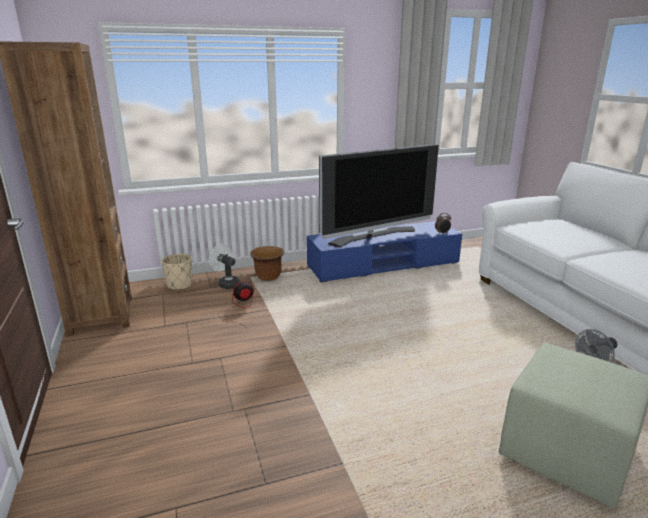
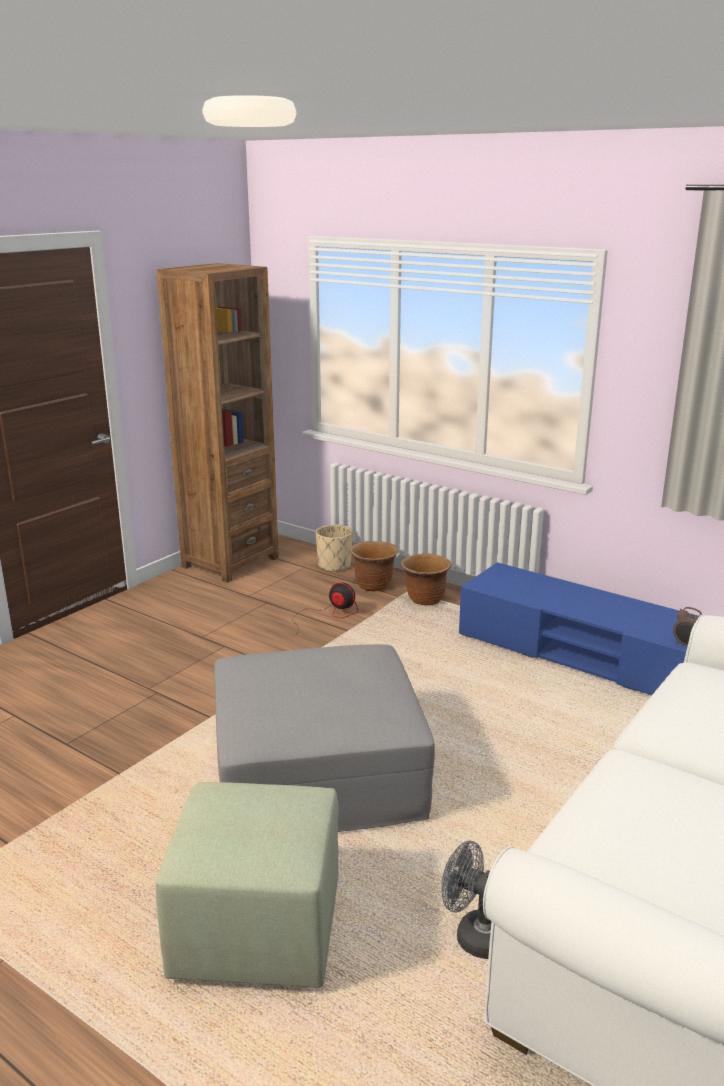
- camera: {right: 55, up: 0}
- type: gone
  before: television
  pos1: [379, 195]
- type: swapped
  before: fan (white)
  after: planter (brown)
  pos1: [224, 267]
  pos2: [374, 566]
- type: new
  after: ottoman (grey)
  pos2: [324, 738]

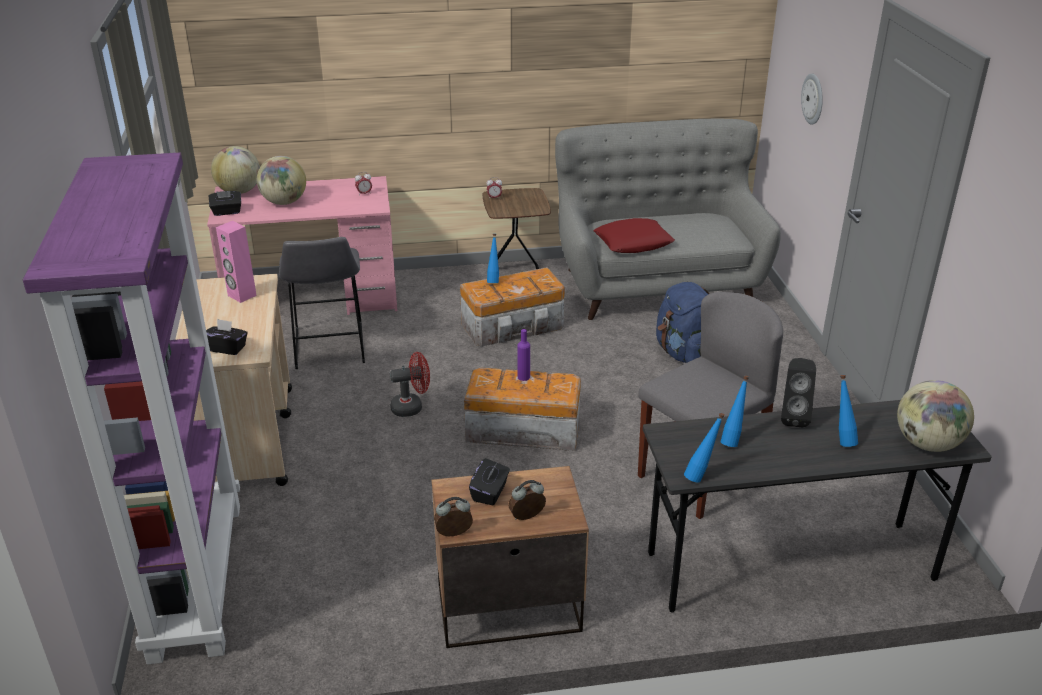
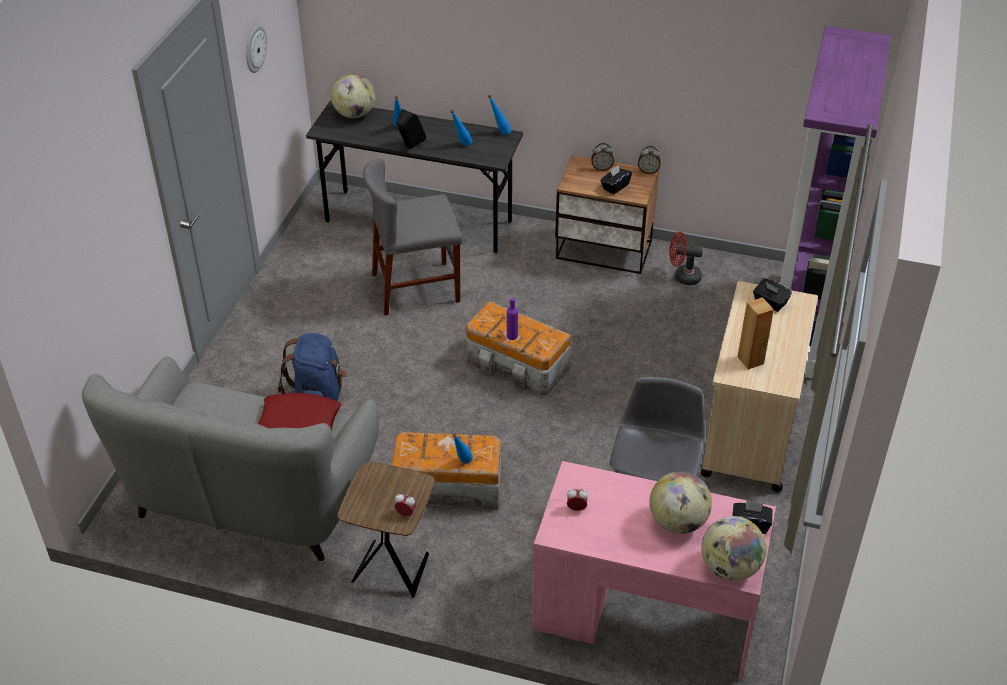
- camera: {right: -155, up: 10}
- type: shifted
  before: wall clock
  pos1: [812, 99]
  pos2: [256, 49]
- type: repainted
  before: speaker (pink)
  after: speaker (brown)
  pos1: [236, 262]
  pos2: [755, 333]
- type: shifted
  before: fan (red)
  pos1: [410, 384]
  pos2: [686, 258]

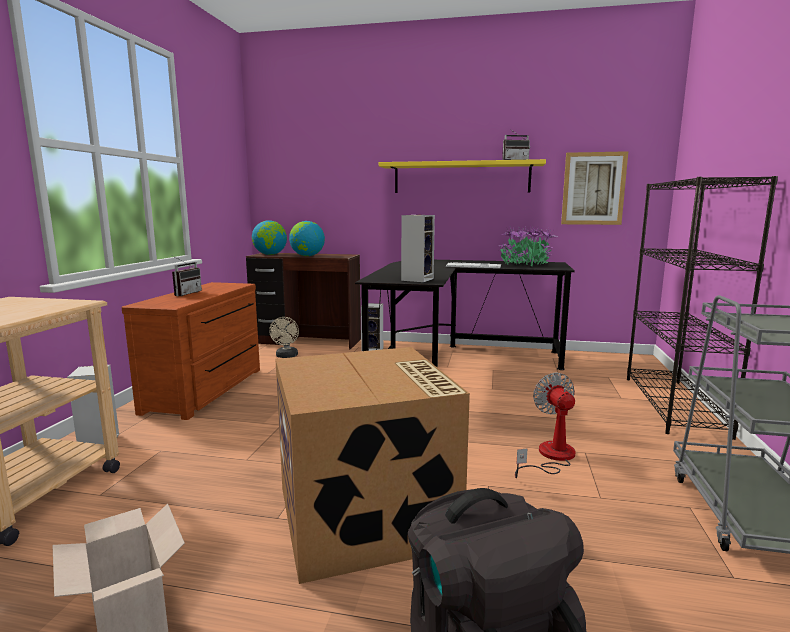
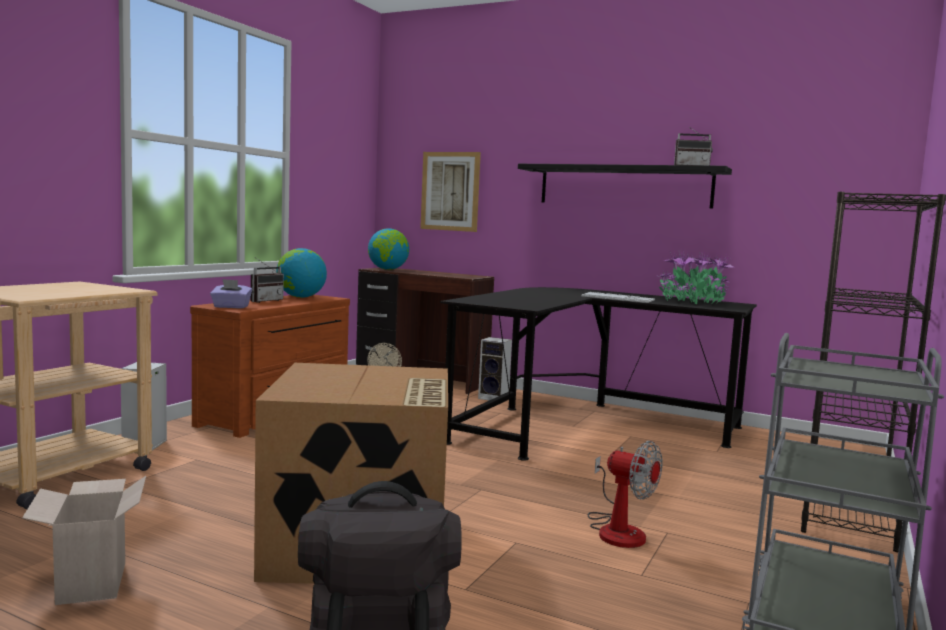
- camera: {right: 15, up: -5}
- type: shifted
  before: picture
  pos1: [594, 188]
  pos2: [450, 192]
- type: repainted
  before: shelf (yellow)
  after: shelf (black)
  pos1: [462, 176]
  pos2: [625, 186]
- type: gone
  before: speaker
  pos1: [418, 248]
- type: shifted
  before: globe
  pos1: [307, 238]
  pos2: [301, 273]
- type: rotated
  before: fan
  pos1: [545, 425]
  pos2: [625, 494]
  turn: 120
- type: new
  after: tissue box (purple)
  pos2: [231, 294]

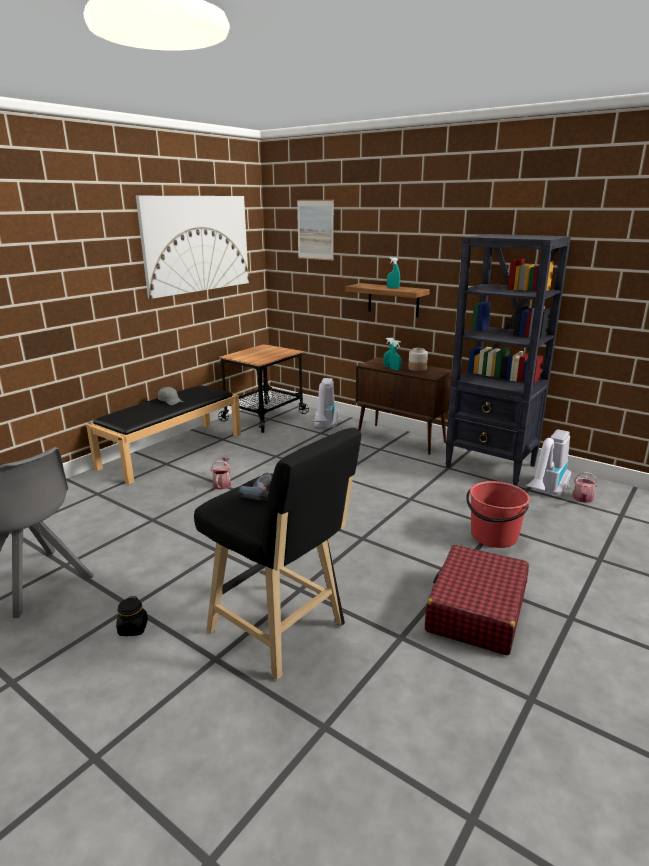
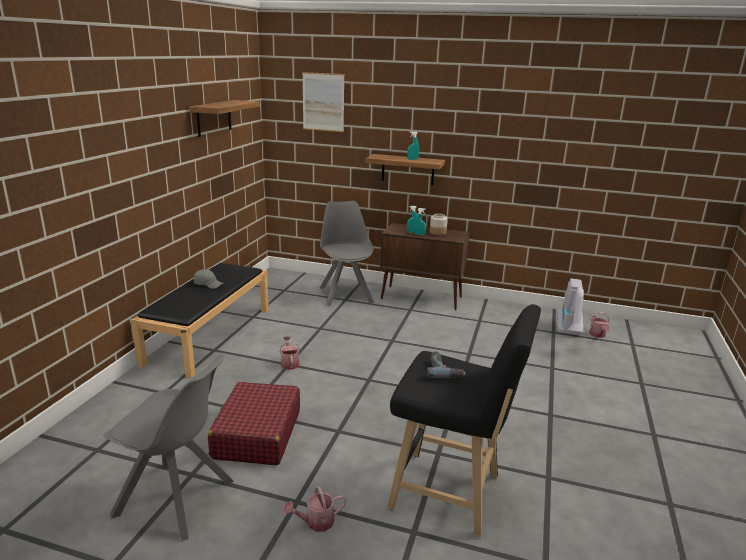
- camera: {right: -20, up: 0}
- type: swapped
  before: picture
  after: shelf
  pos1: [192, 247]
  pos2: [224, 118]
- type: gone
  before: bookcase (black)
  pos1: [508, 360]
- type: gone
  before: cart
  pos1: [263, 388]
- type: swapped
  before: vacuum cleaner
  after: chair (grey)
  pos1: [326, 403]
  pos2: [347, 253]
- type: gone
  before: bucket (red)
  pos1: [498, 514]
- type: shifted
  before: suitcase (red)
  pos1: [477, 600]
  pos2: [254, 423]
- type: swapped
  before: jar (black)
  after: watering can
  pos1: [132, 616]
  pos2: [314, 509]

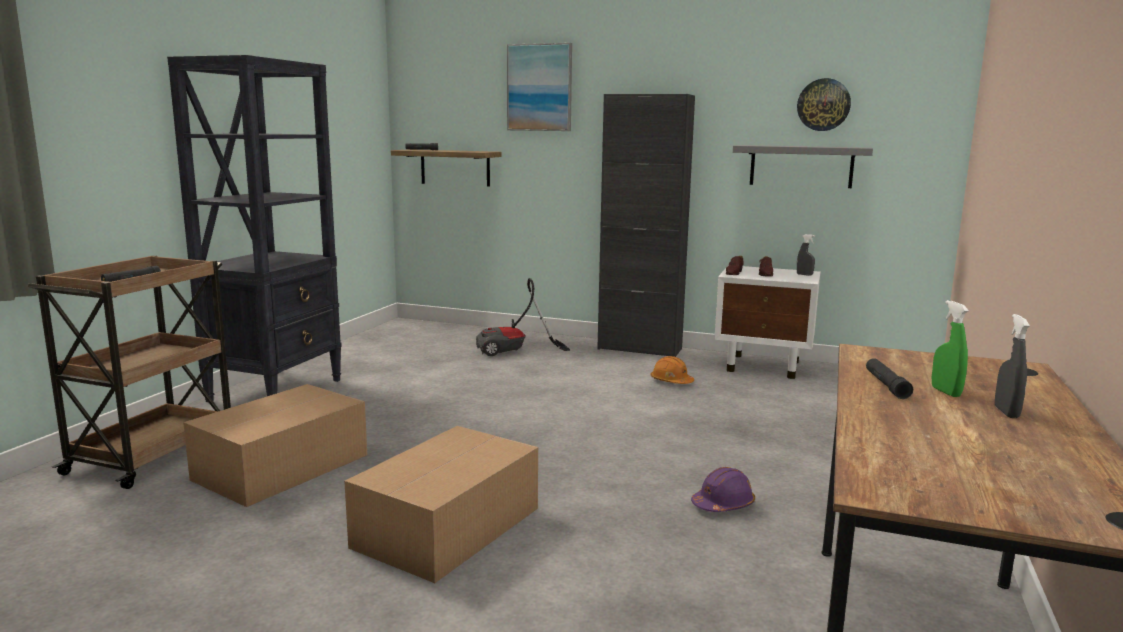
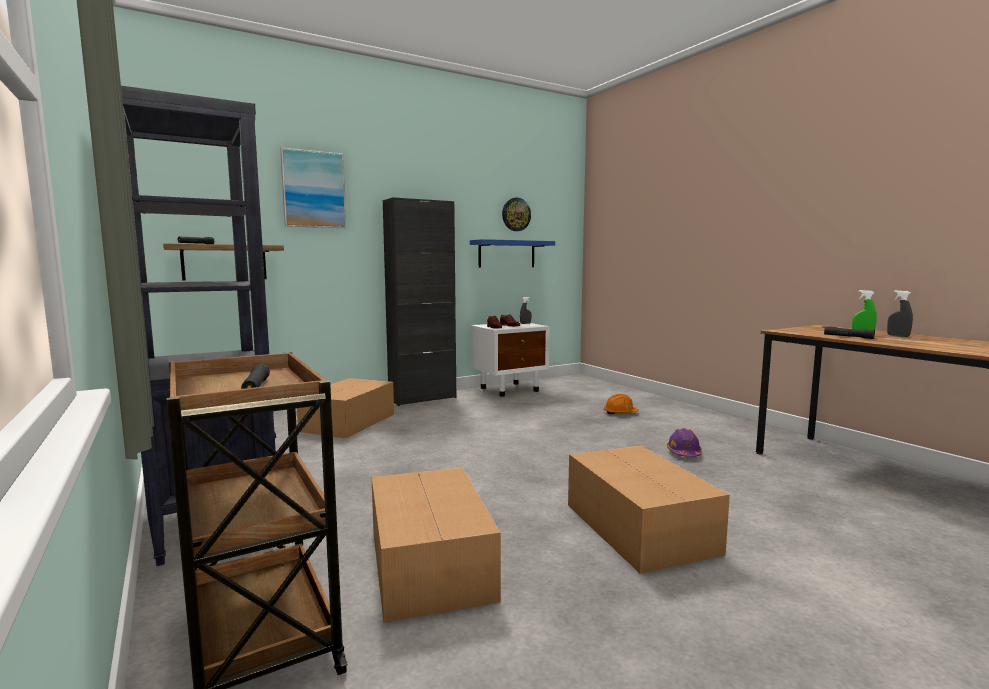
- camera: {right: -50, up: -5}
- type: repainted
  before: shelf (grey)
  after: shelf (blue)
  pos1: [803, 166]
  pos2: [512, 253]
- type: swapped
  before: vacuum cleaner
  after: cardboard box
  pos1: [523, 317]
  pos2: [345, 408]
- type: shifted
  before: hard hat (orange)
  pos1: [672, 370]
  pos2: [621, 404]

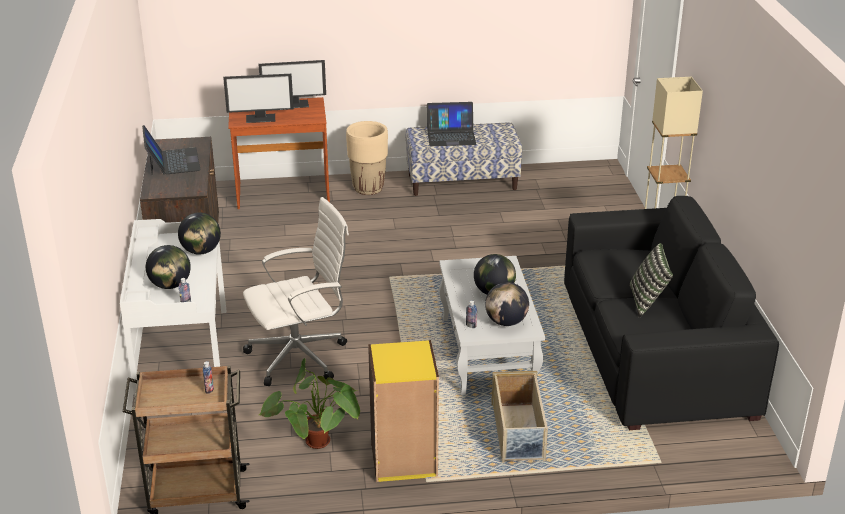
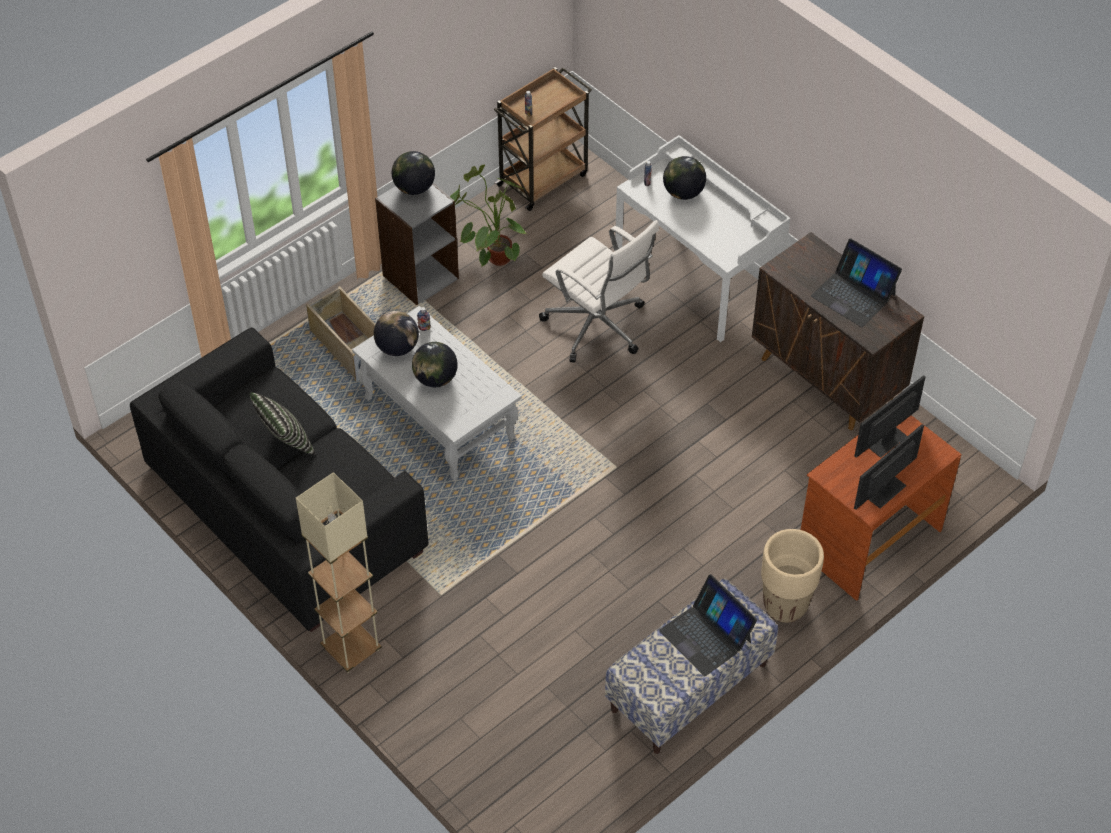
- camera: {right: 145, up: 20}
- type: rotated
  before: laptop
  pos1: [452, 124]
  pos2: [708, 625]
  turn: -90
- type: rotated
  before: office chair (white)
  pos1: [296, 291]
  pos2: [599, 291]
  turn: -75
- type: shifted
  before: globe
  pos1: [199, 233]
  pos2: [413, 173]
- type: repainted
  before: bookcase (yellow)
  after: bookcase (grey)
  pos1: [403, 411]
  pos2: [417, 244]

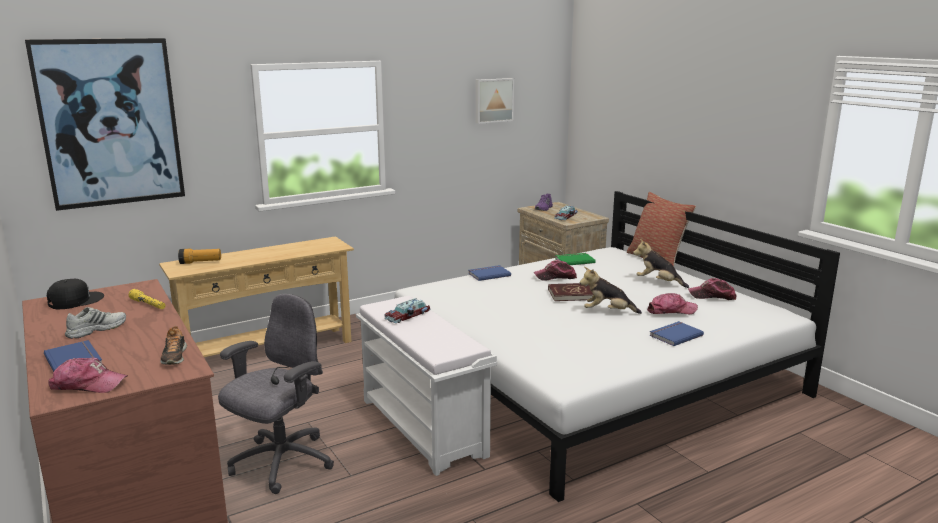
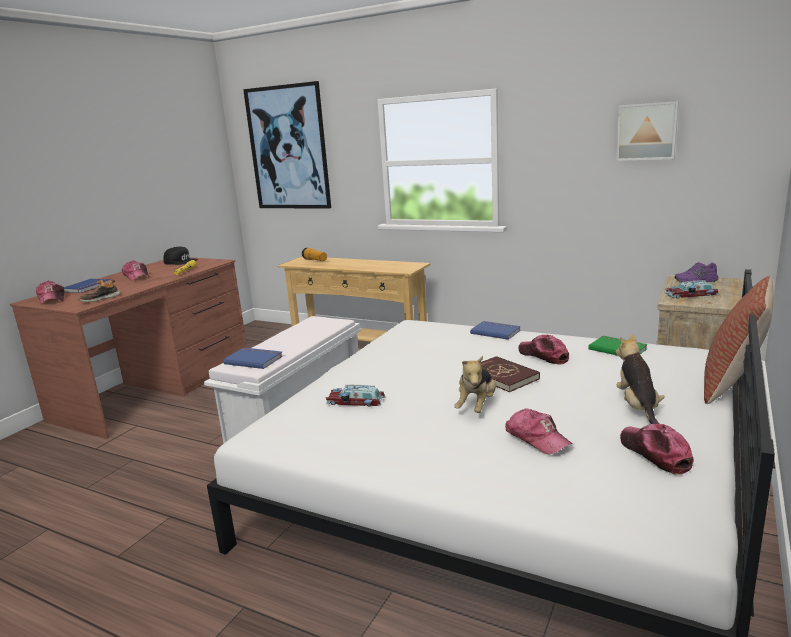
- camera: {right: 60, up: 0}
- type: rotated
  before: plush toy
  pos1: [611, 290]
  pos2: [475, 384]
  turn: -135
- type: gone
  before: office chair (grey)
  pos1: [276, 394]
- type: shifted
  before: toy car
  pos1: [407, 310]
  pos2: [356, 395]
- type: swapped
  before: shoe (white)
  after: cap
  pos1: [95, 323]
  pos2: [136, 270]
- type: shifted
  before: book (blue)
  pos1: [676, 333]
  pos2: [253, 358]

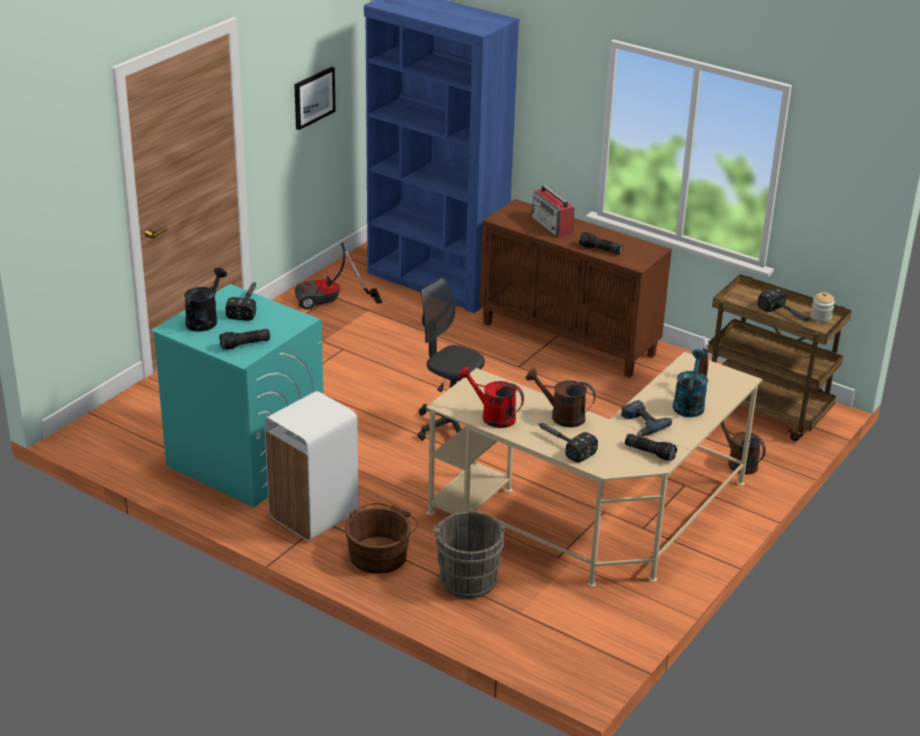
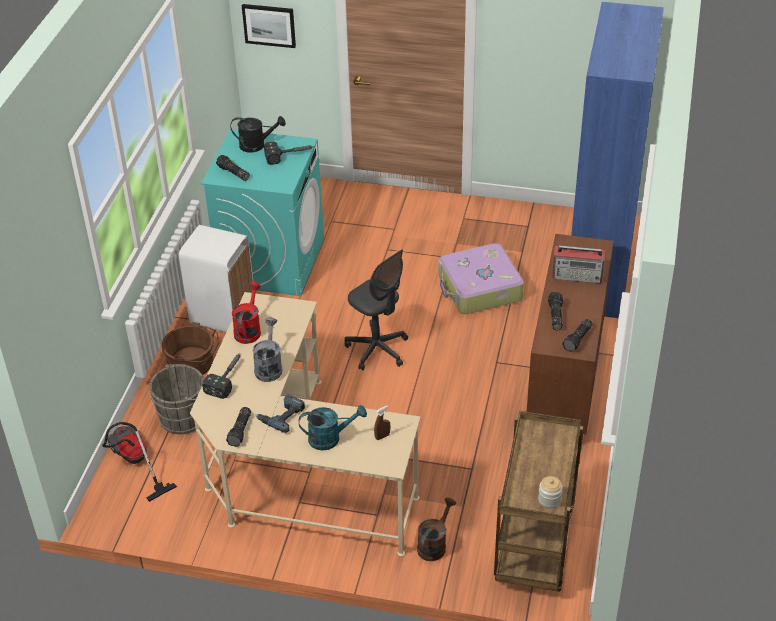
- camera: {right: 70, up: 10}
- type: shifted
  before: picture
  pos1: [315, 98]
  pos2: [269, 26]
- type: rotated
  before: radio
  pos1: [553, 211]
  pos2: [579, 264]
  turn: -120
- type: shifted
  before: vacuum cleaner
  pos1: [338, 276]
  pos2: [139, 462]
- type: rotated
  before: office chair (grey)
  pos1: [451, 358]
  pos2: [376, 310]
  turn: 120
- type: gone
  before: hammer
  pos1: [784, 304]
- type: repainted
  before: watering can (brown)
  after: watering can (grey)
  pos1: [560, 398]
  pos2: [267, 349]
- type: new
  after: suitcase
  pos2: [481, 278]
- type: new
  after: flashlight
  pos2: [577, 335]

